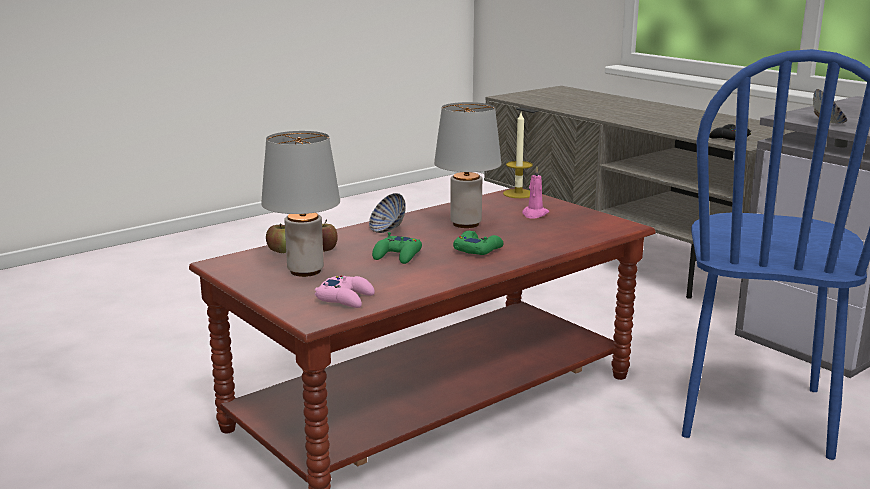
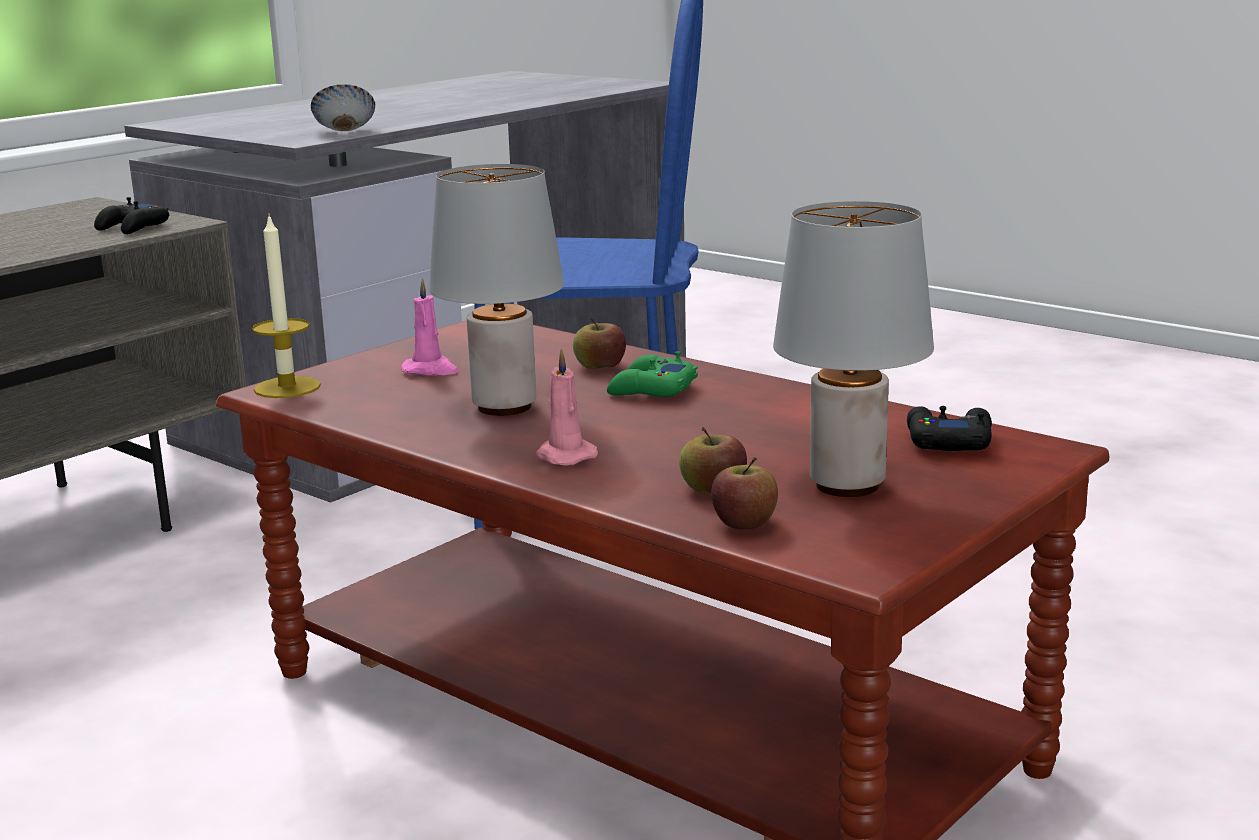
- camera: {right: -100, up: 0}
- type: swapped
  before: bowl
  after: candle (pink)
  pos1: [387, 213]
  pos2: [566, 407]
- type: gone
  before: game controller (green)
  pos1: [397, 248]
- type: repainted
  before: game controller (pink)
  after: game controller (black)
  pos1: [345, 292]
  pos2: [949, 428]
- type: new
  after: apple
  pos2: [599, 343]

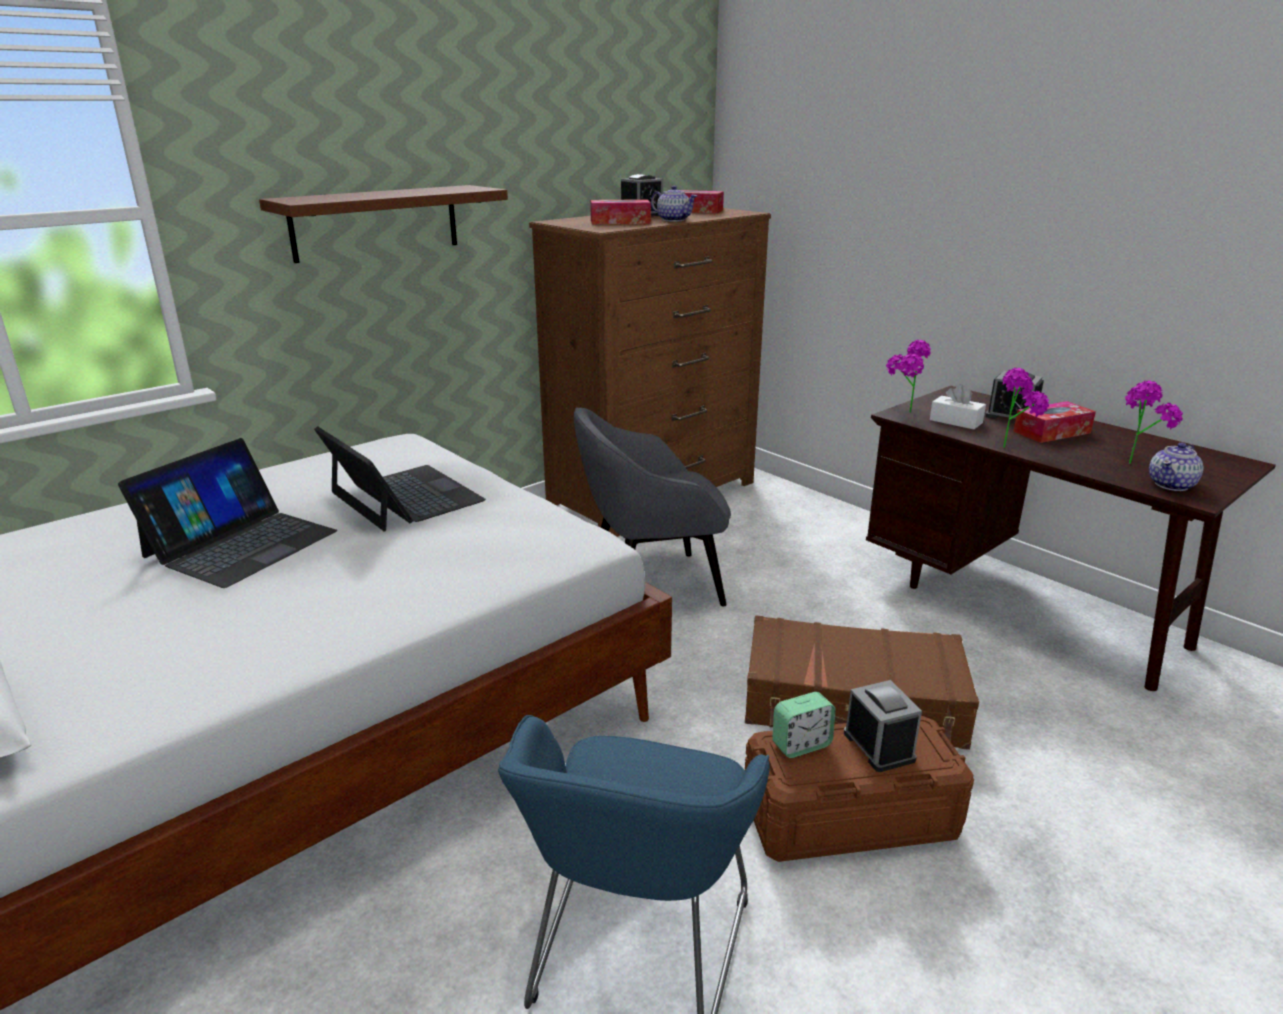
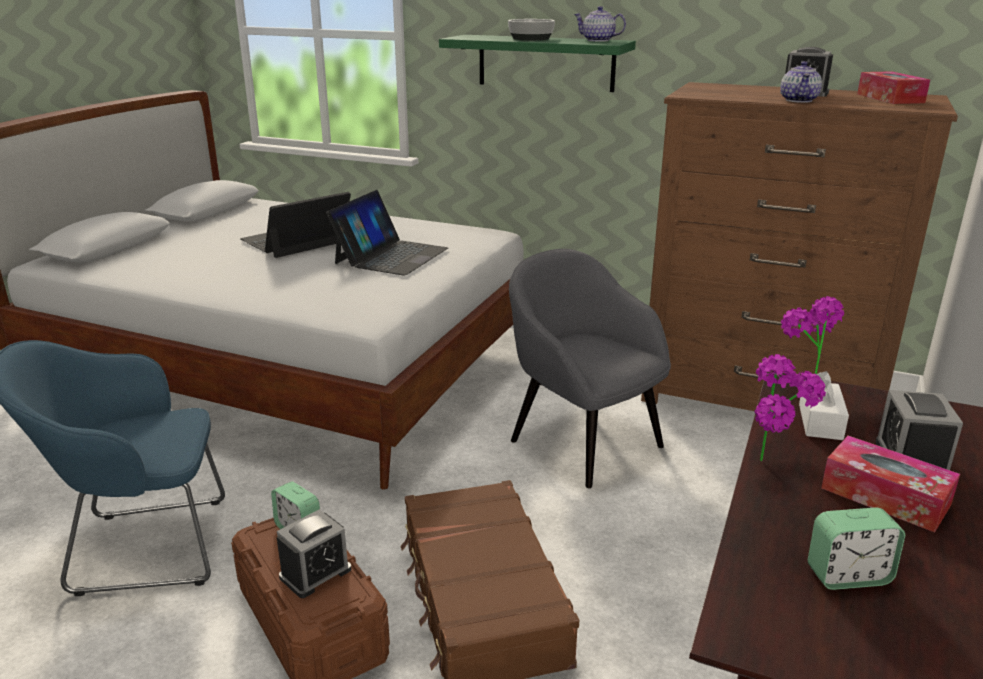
- camera: {right: 65, up: 0}
- type: repainted
  before: shelf (brown)
  after: shelf (green)
  pos1: [383, 224]
  pos2: [537, 63]
- type: gone
  before: tissue box
  pos1: [620, 211]
- type: swapped
  before: potted plant
  after: alarm clock
  pos1: [1154, 422]
  pos2: [856, 548]
- type: rotated
  before: laptop
  pos1: [227, 513]
  pos2: [295, 225]
  turn: 135
- type: shifted
  before: teapot
  pos1: [1176, 467]
  pos2: [600, 24]
- type: new
  after: bowl
  pos2: [531, 29]

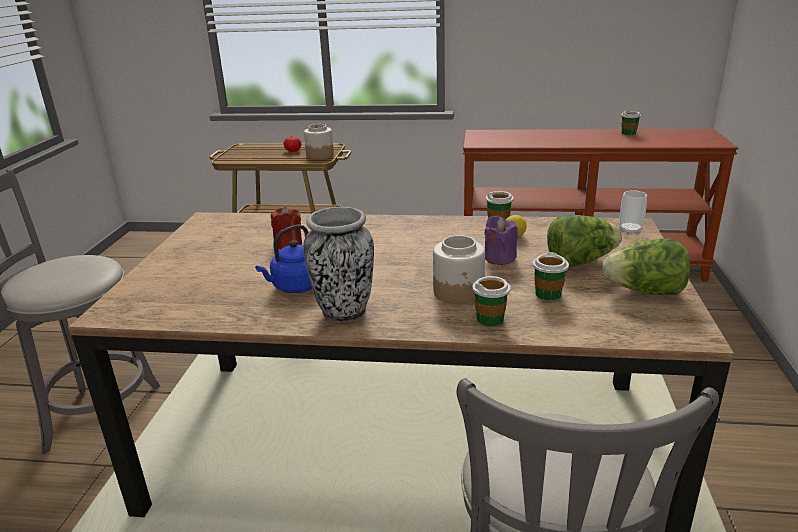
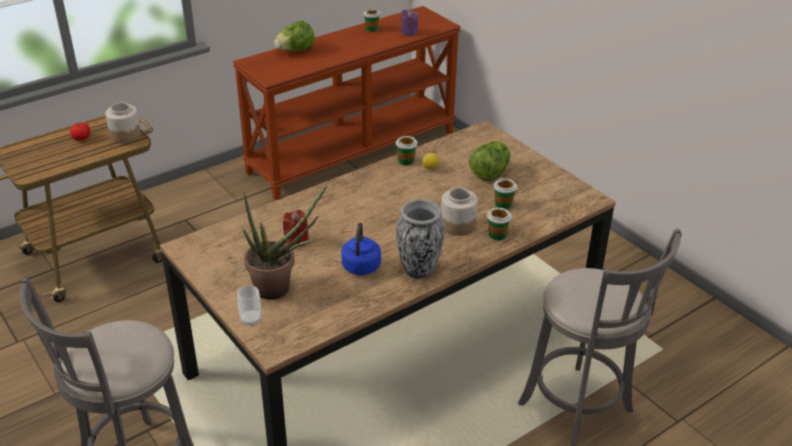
- camera: {right: -45, up: 10}
- type: shifted
  before: cup
  pos1: [633, 212]
  pos2: [249, 305]
- type: shifted
  before: candle (purple)
  pos1: [501, 240]
  pos2: [409, 23]
- type: shifted
  before: lettuce
  pos1: [646, 267]
  pos2: [294, 36]
- type: new
  after: potted plant
  pos2: [285, 241]

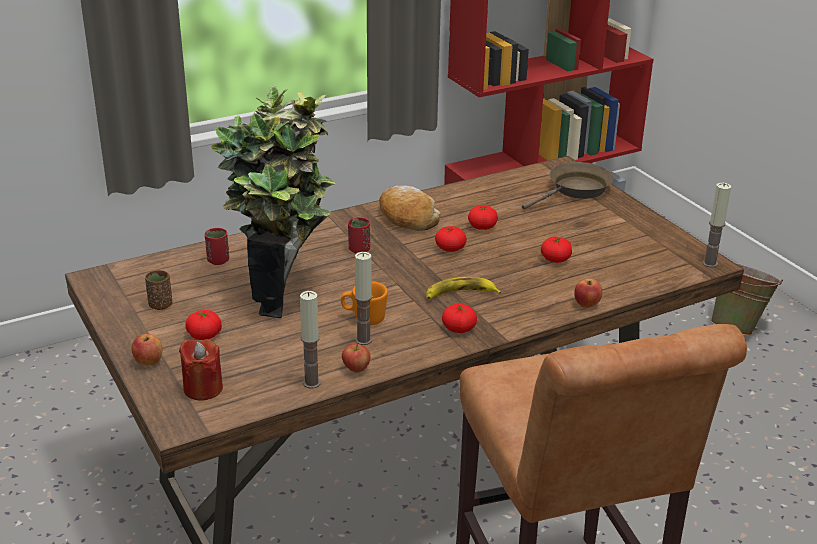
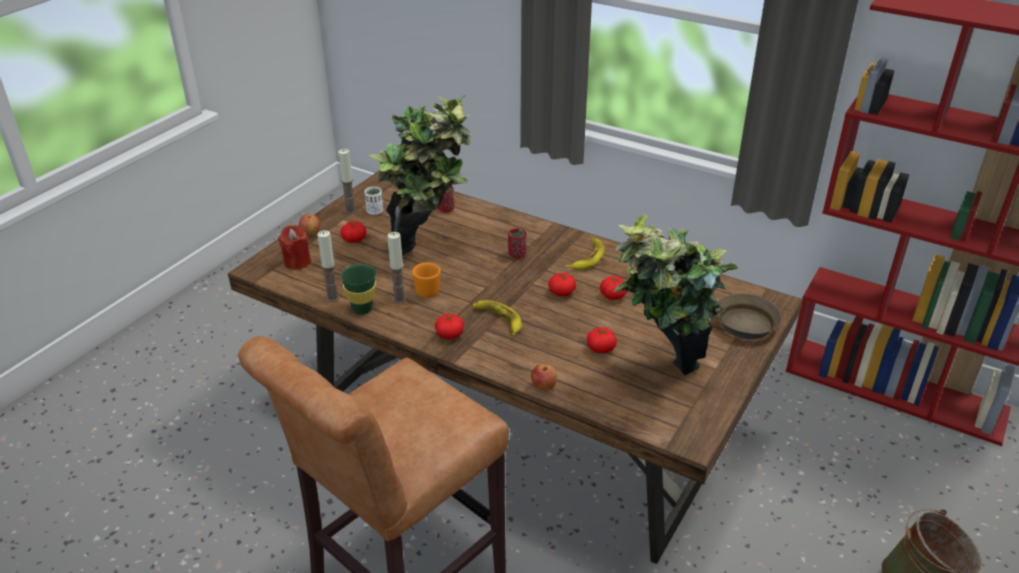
- camera: {right: 60, up: 5}
- type: shifted
  before: candle
  pos1: [716, 225]
  pos2: [347, 181]
- type: swapped
  before: bread
  after: banana
  pos1: [409, 207]
  pos2: [585, 254]
- type: repainted
  before: cup (brown)
  after: cup (white)
  pos1: [158, 290]
  pos2: [373, 201]
- type: swapped
  before: apple
  after: cup (green)
  pos1: [356, 357]
  pos2: [358, 289]
- type: new
  after: potted plant
  pos2: [676, 294]

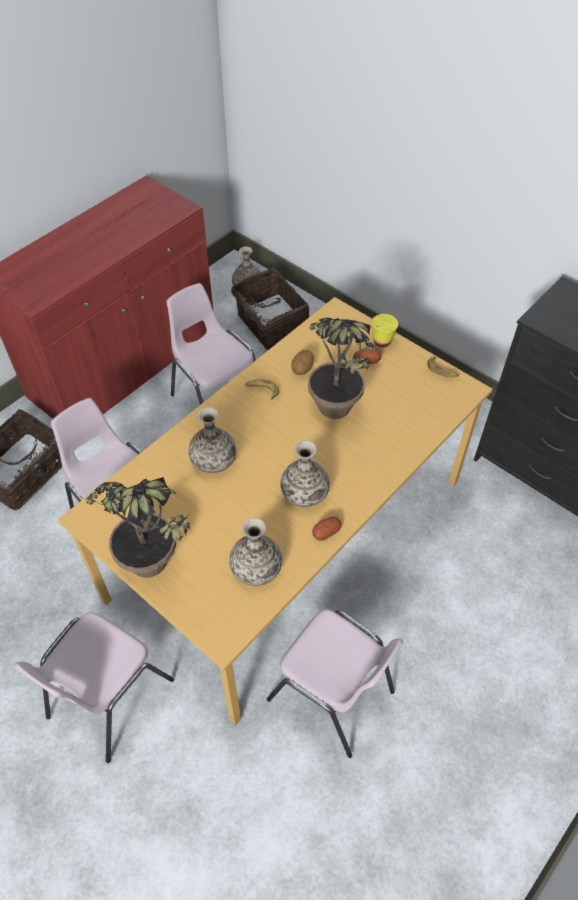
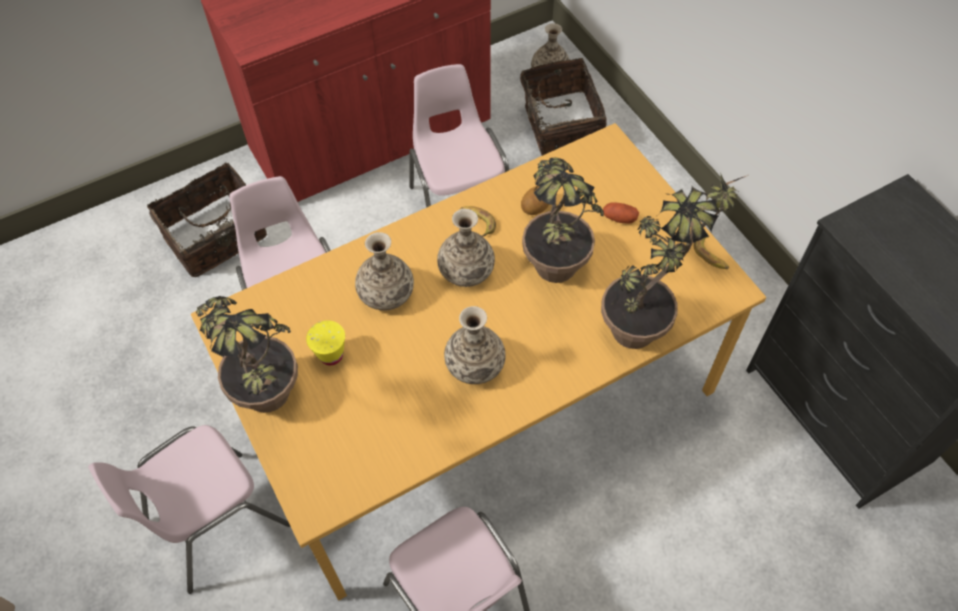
- camera: {right: 20, up: 5}
- type: shifted
  before: cup (yellow)
  pos1: [384, 330]
  pos2: [325, 342]
- type: gone
  before: potato
  pos1: [327, 528]
- type: shifted
  before: vase
  pos1: [255, 552]
  pos2: [466, 248]
- type: new
  after: potted plant
  pos2: [674, 260]

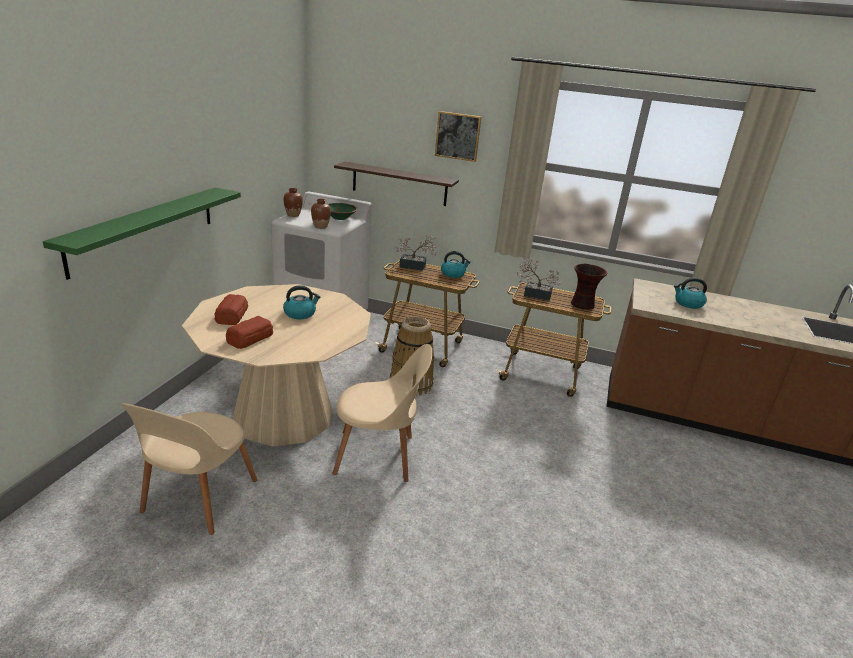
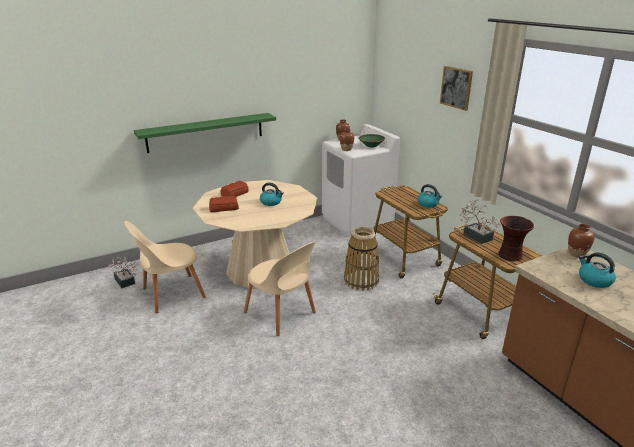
- camera: {right: 45, up: 0}
- type: gone
  before: shelf
  pos1: [396, 184]
- type: shifted
  before: potted plant
  pos1: [416, 253]
  pos2: [123, 272]
- type: new
  after: vase (brown)
  pos2: [581, 241]

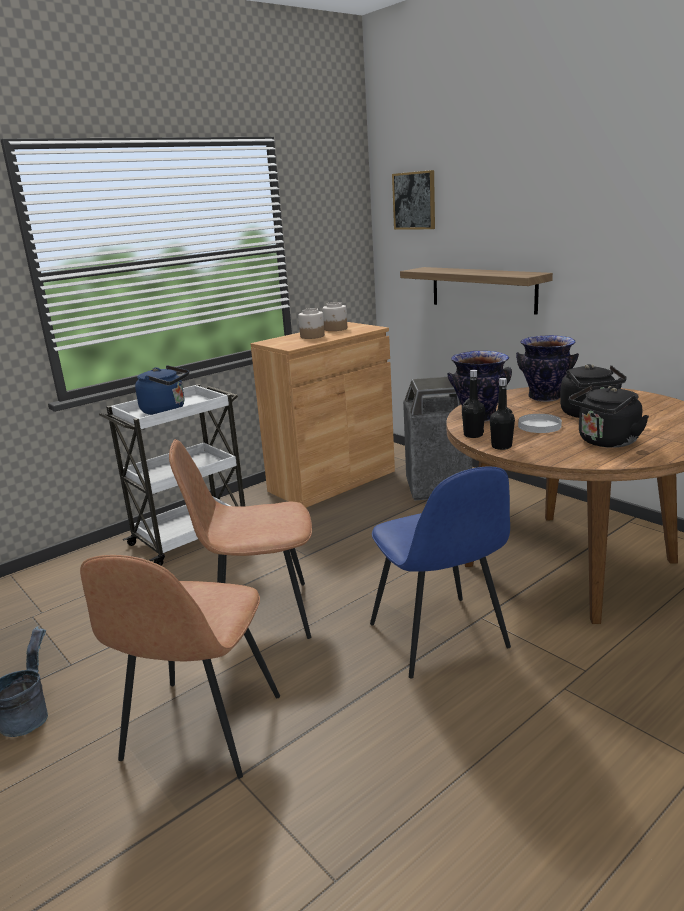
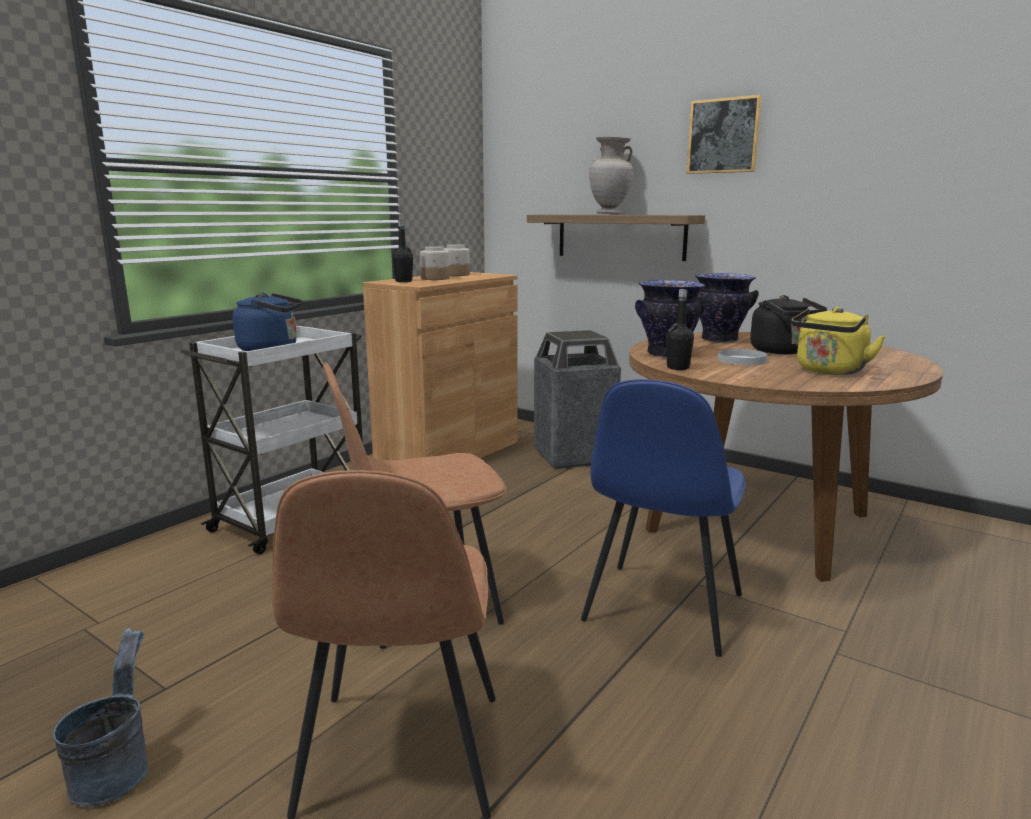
- camera: {right: -15, up: -5}
- type: shifted
  before: picture
  pos1: [413, 200]
  pos2: [724, 134]
- type: shifted
  before: bottle (black)
  pos1: [502, 414]
  pos2: [402, 251]
- type: repainted
  before: kettle (black)
  after: kettle (yellow)
  pos1: [609, 416]
  pos2: [838, 341]
- type: rotated
  before: chair (blue)
  pos1: [440, 572]
  pos2: [663, 518]
  turn: 60
- type: new
  after: vase (beige)
  pos2: [611, 175]

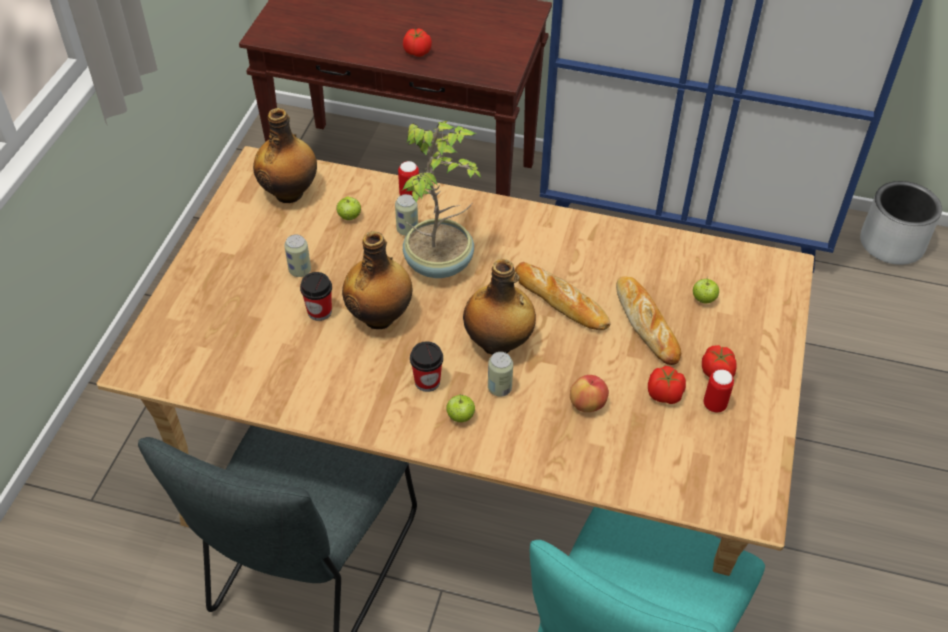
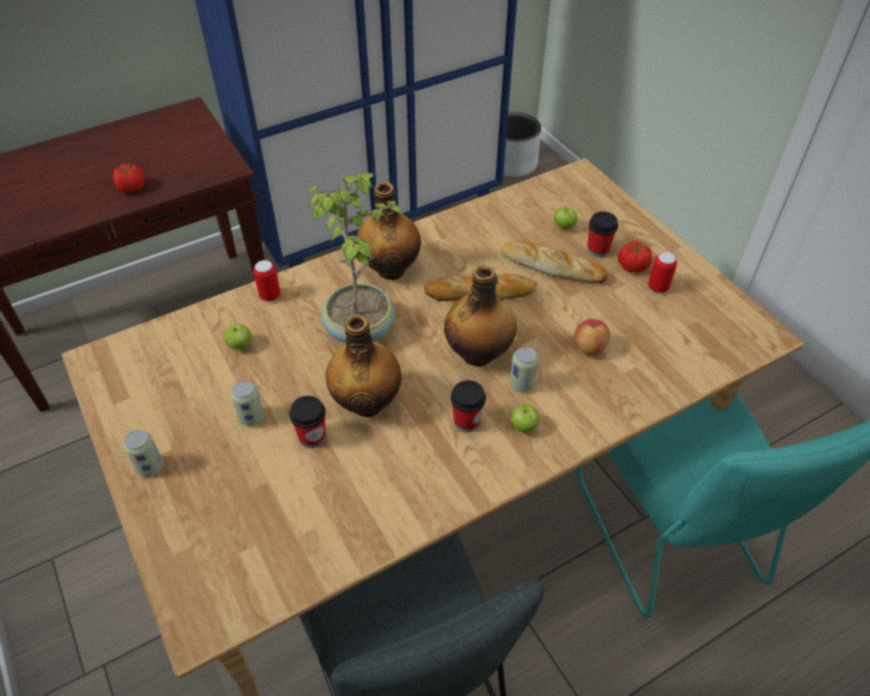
- camera: {right: -45, up: 0}
- type: shifted
  before: bottle
  pos1: [285, 155]
  pos2: [389, 231]
- type: shifted
  before: can
  pos1: [406, 215]
  pos2: [144, 453]
- type: gone
  before: tomato
  pos1: [667, 385]
- type: new
  after: cup
  pos2: [602, 234]

